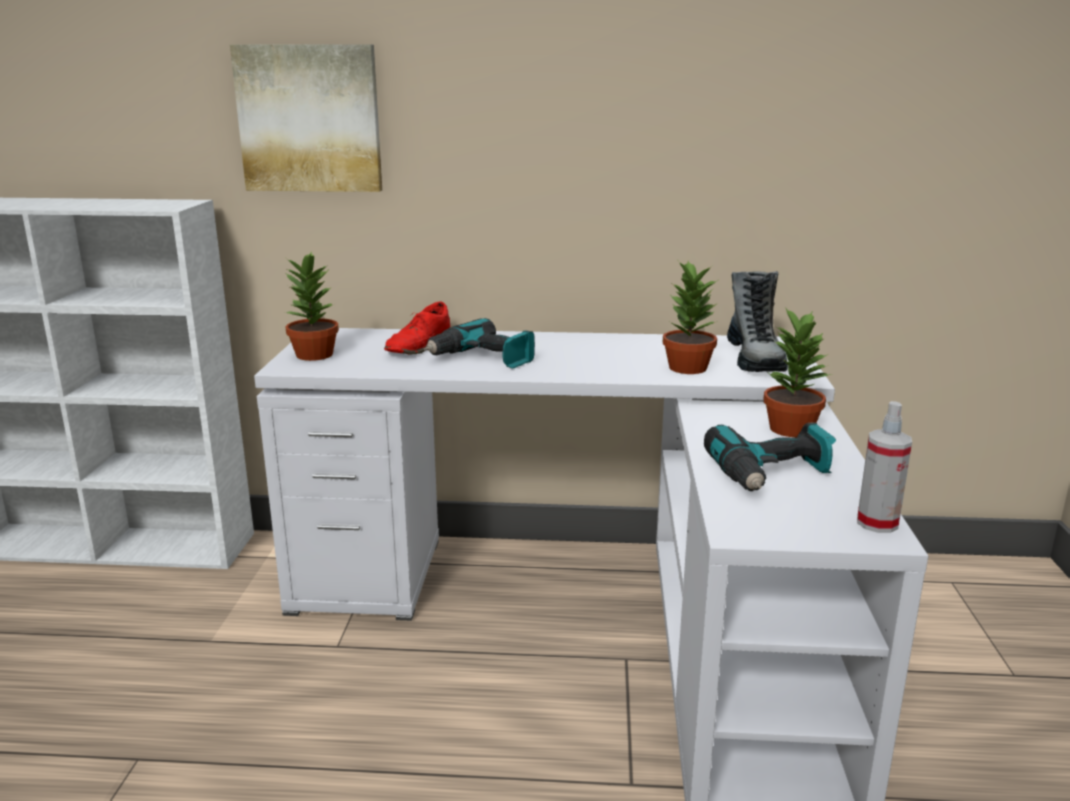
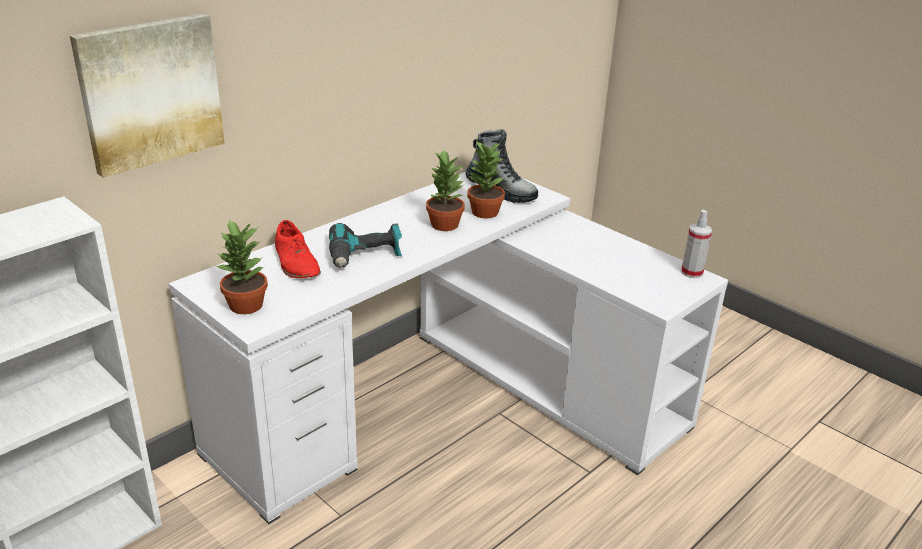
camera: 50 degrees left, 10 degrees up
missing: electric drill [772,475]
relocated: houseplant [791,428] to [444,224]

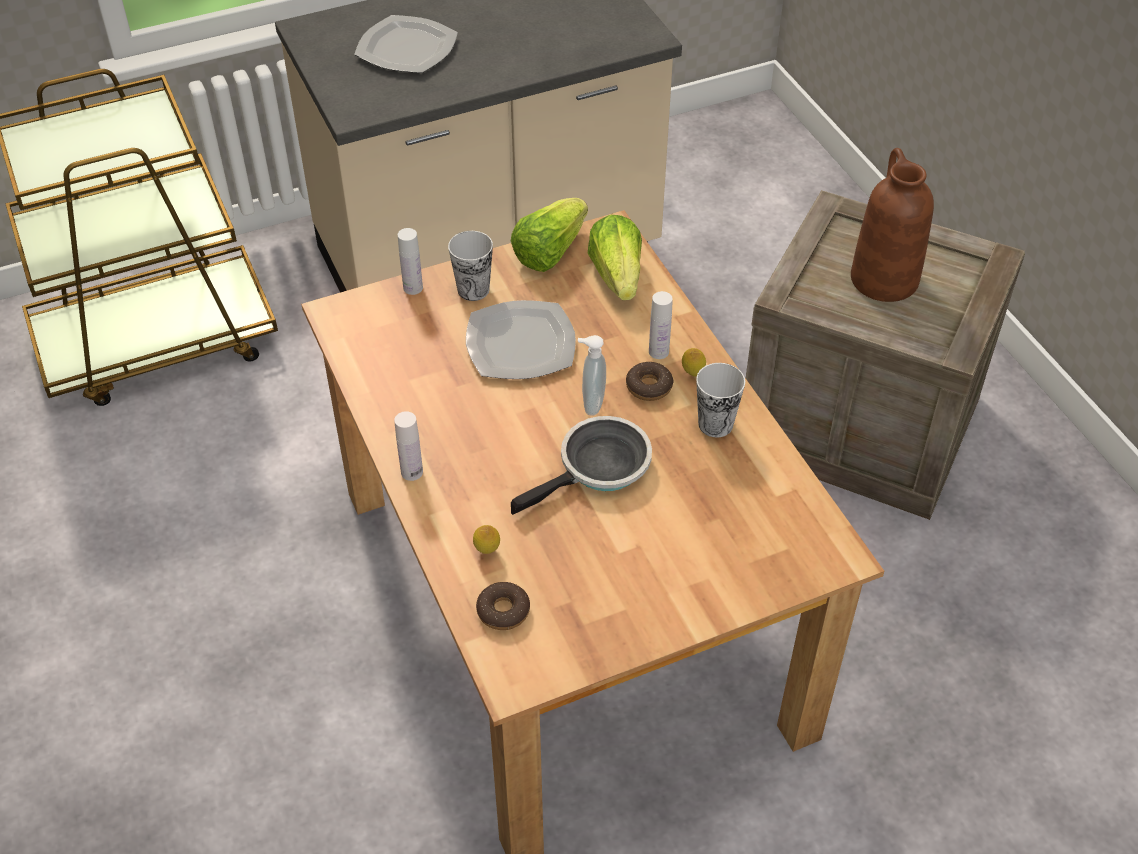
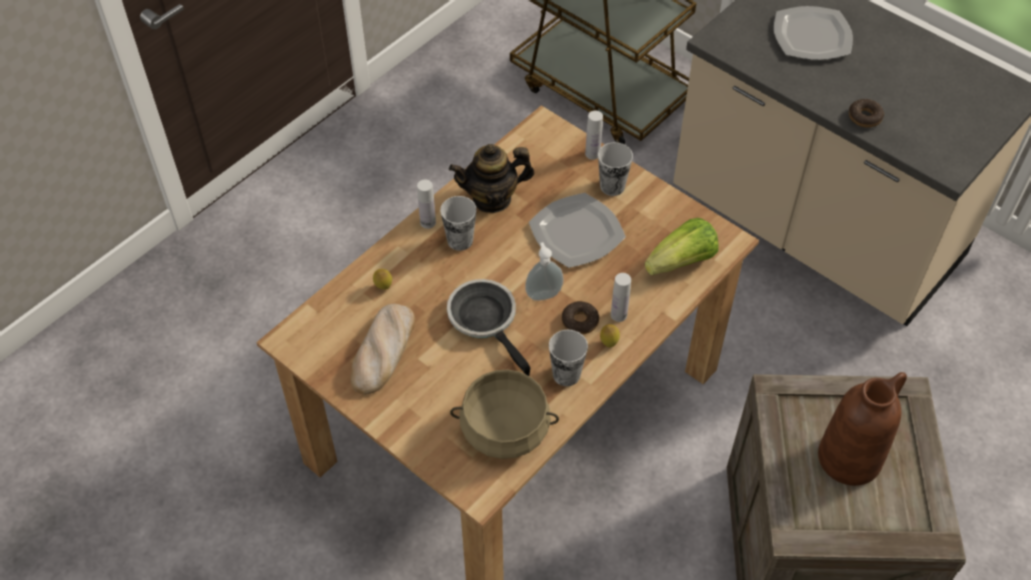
camera: 65 degrees right, 5 degrees up
missing: lettuce head [549,251]
appeared: baked bread [383,351]; cup [460,240]; tea pot [492,198]; sand-coloured cooking pot [504,429]
relocated: doughnut [503,611] to [864,117]
spun: skillet [599,468] = [486,320] 150 degrees counterclockwise

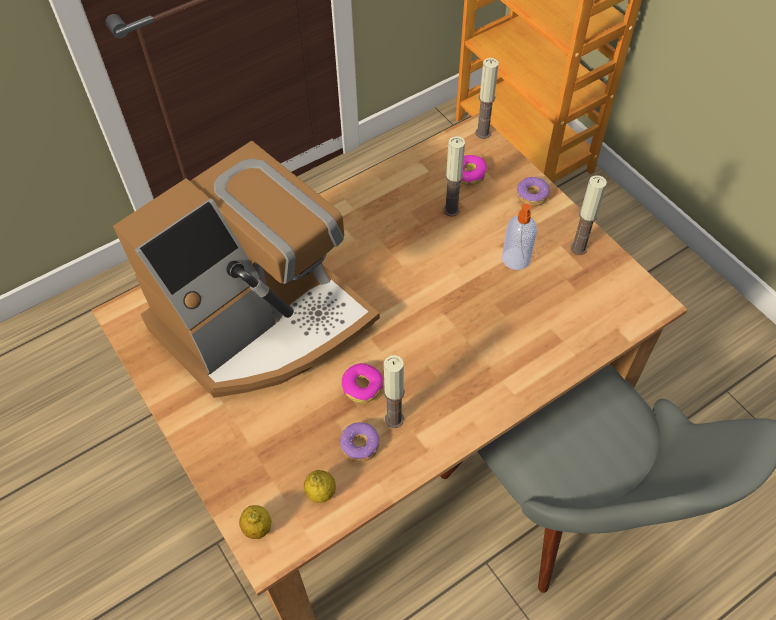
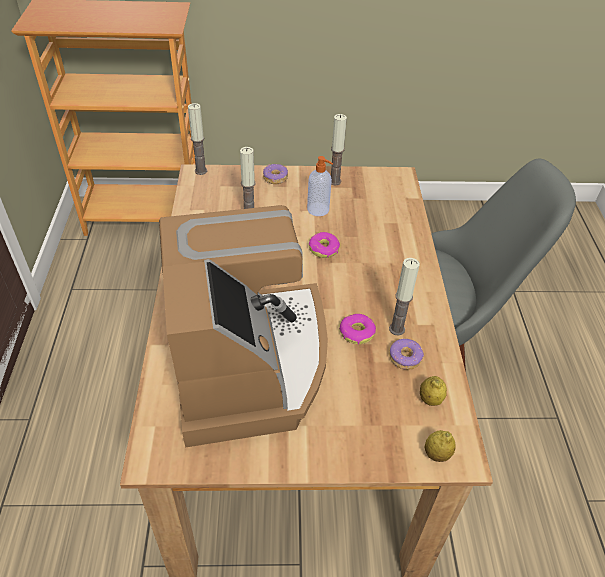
camera: 60 degrees left, 10 degrees down
relocated: doughnut [469,174] to [324,249]

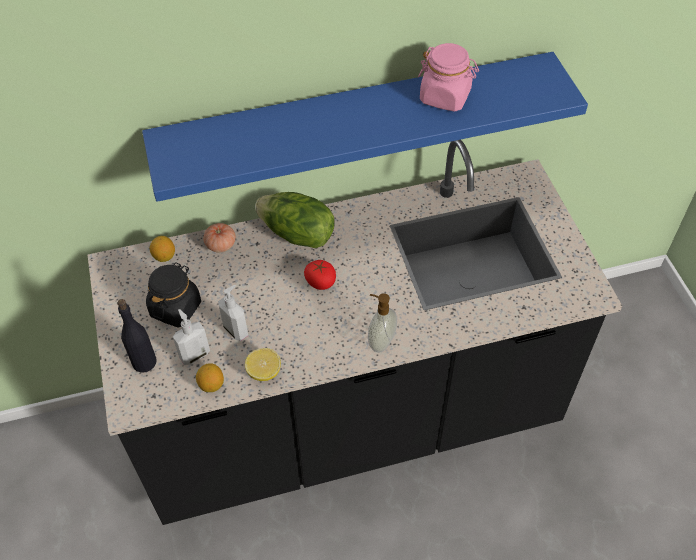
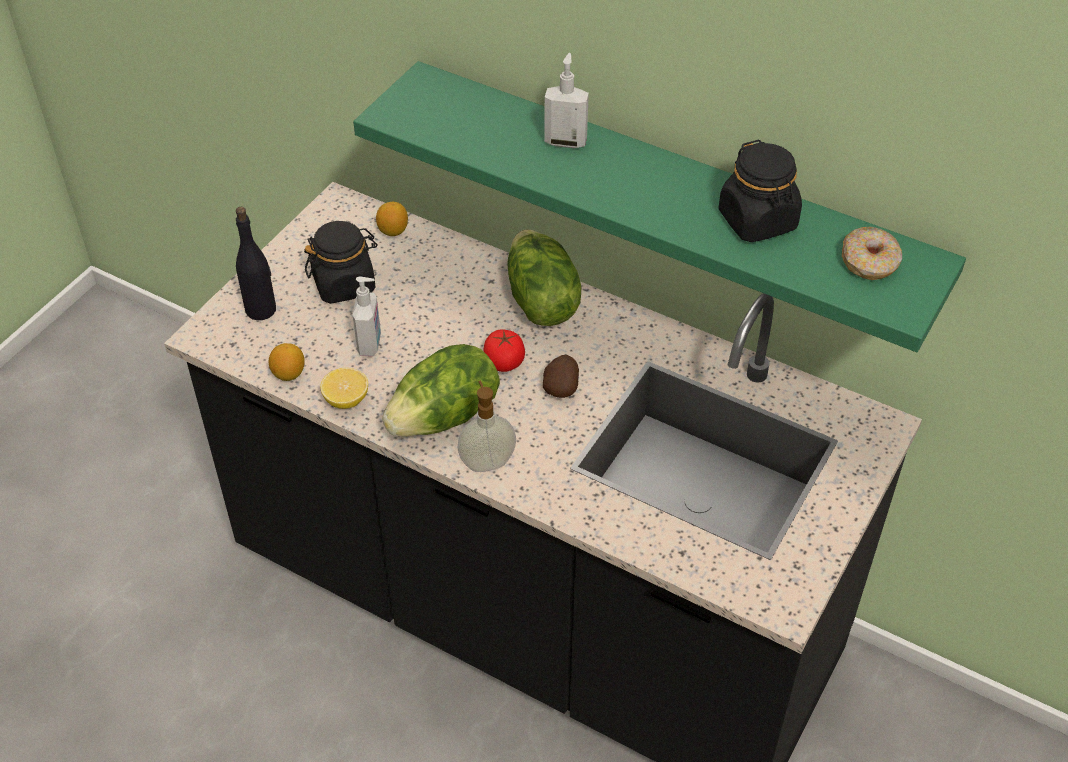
camera: 45 degrees right, 5 degrees down
missing: whole tomato [221,245]
appeared: lettuce head [445,417]; whole potato [561,387]; doughnut [869,262]
relocated: soap dispenser [194,354] to [565,141]
colour: bluish wall shelf [355,119] to greenish wall shelf [668,196]; pink storage jar [445,97] to black storage jar [758,221]

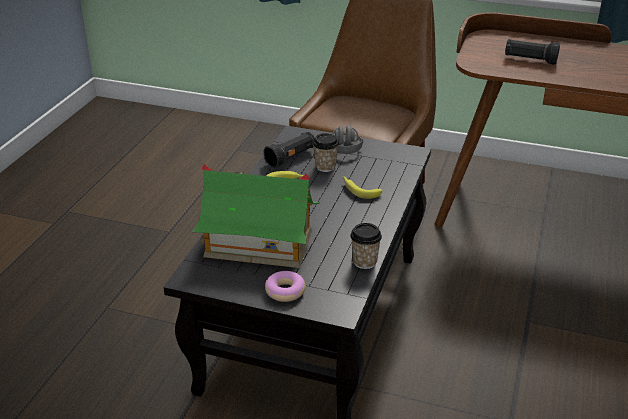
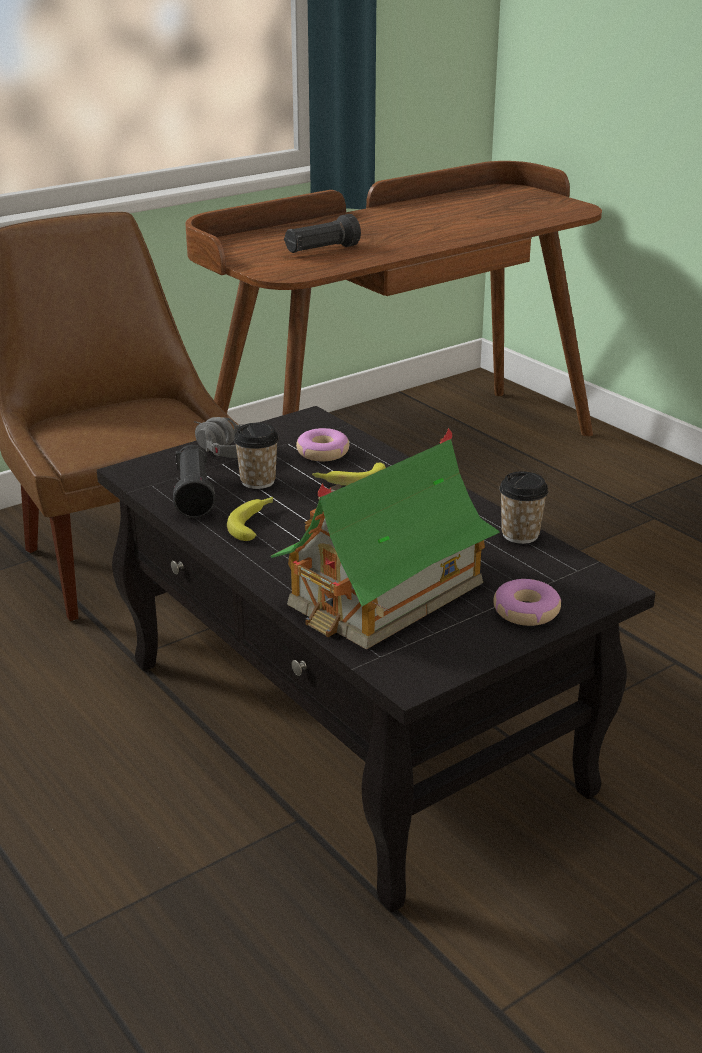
camera: 55 degrees left, 5 degrees down
appeared: doughnut [323,452]

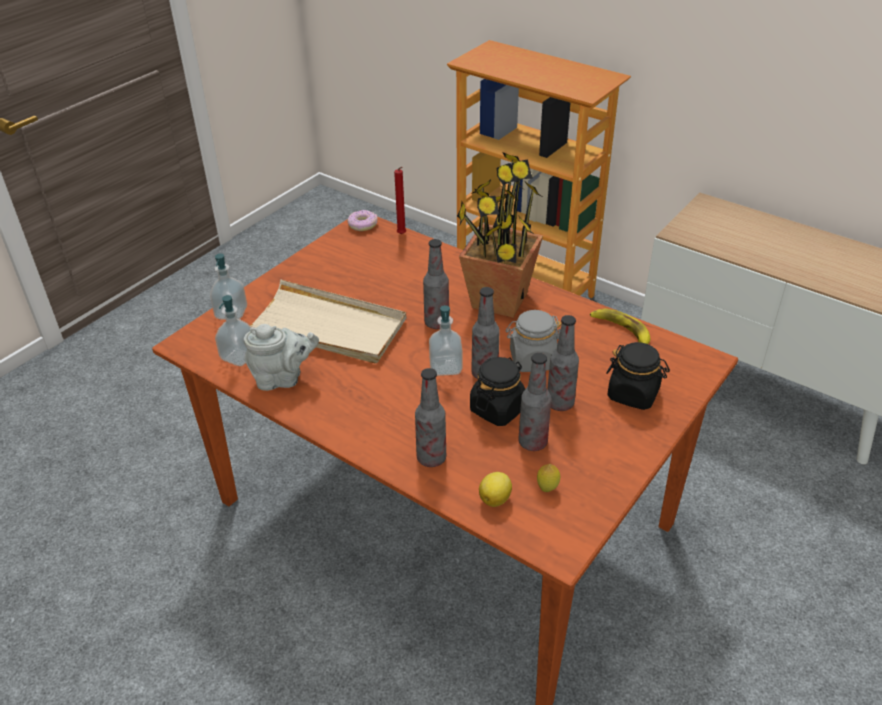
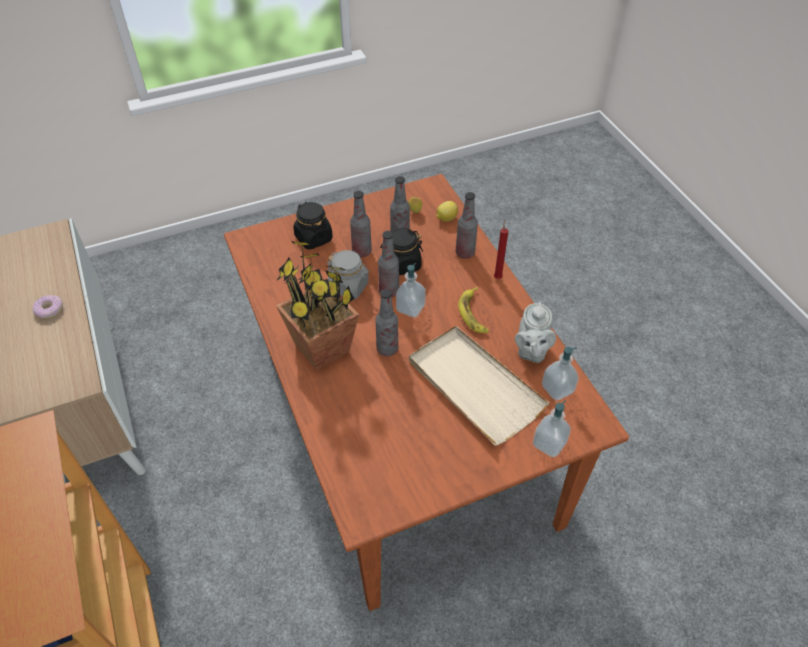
camera: 150 degrees left, 10 degrees up
relocated: doughnut [362,225] to [49,310]; whole banana [621,330] to [474,314]; red candle [402,235] to [497,277]
spun: gray tea pot [283,379] = [531,351] 105 degrees counterclockwise

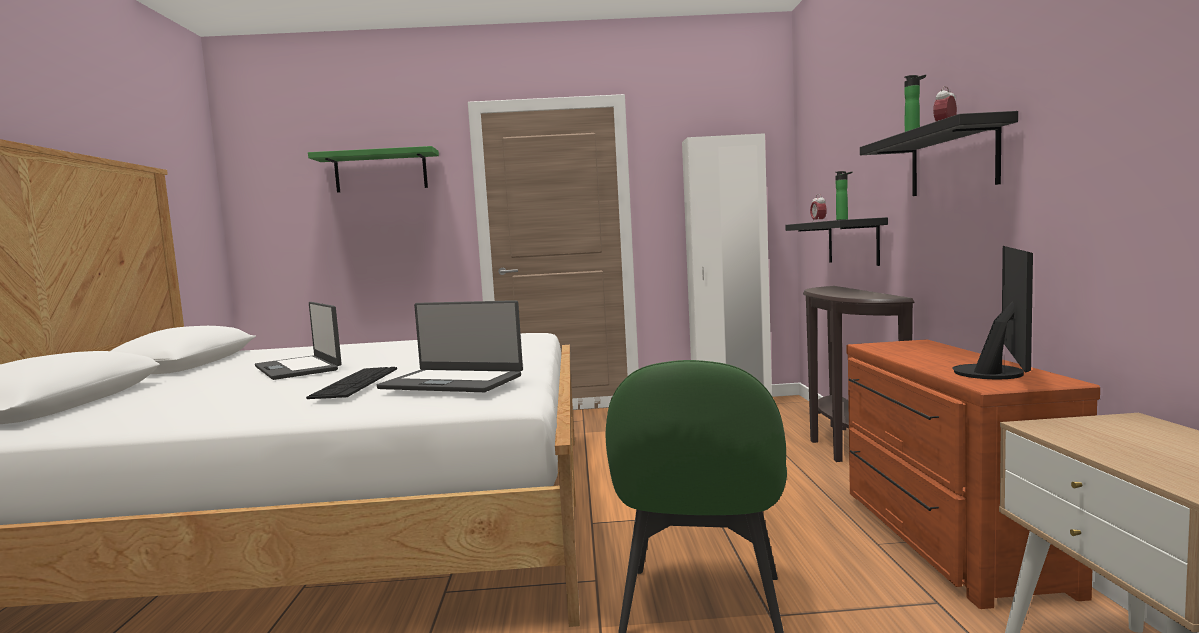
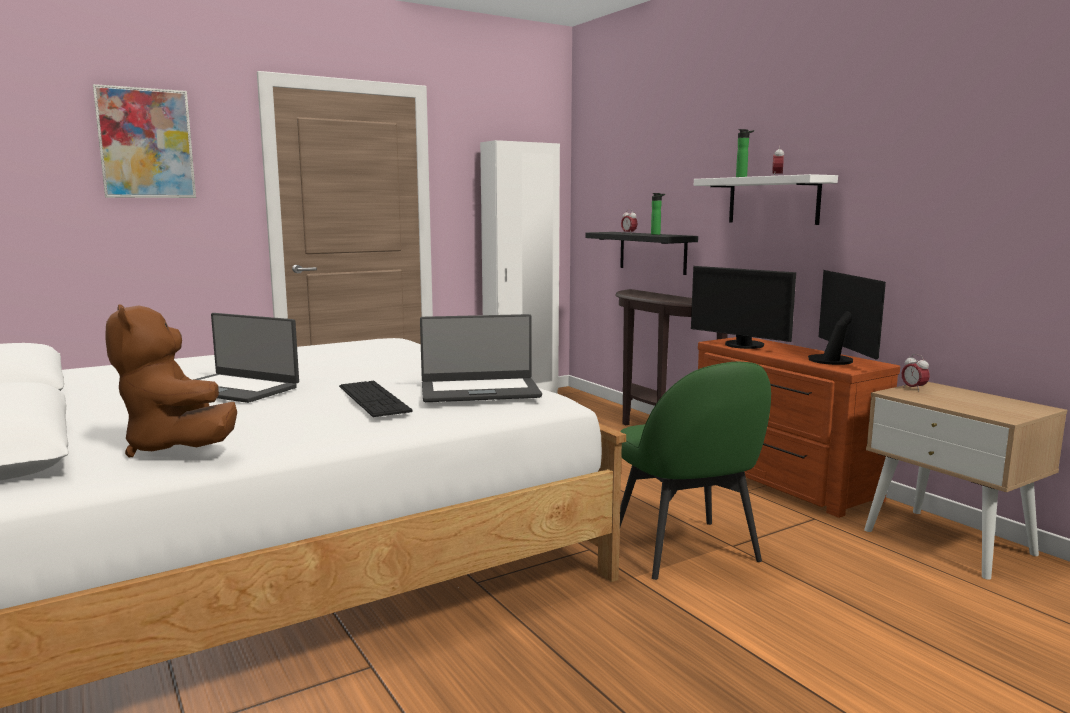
camera: 30 degrees left, 5 degrees up
appeared: brown-coloured plush toy [177,448]; computer screen [742,345]; table clock [913,389]
exchanged: greenish wall shelf [381,171] to wall art [146,143]
colour: black wall shelf [952,160] to white wall shelf [773,200]

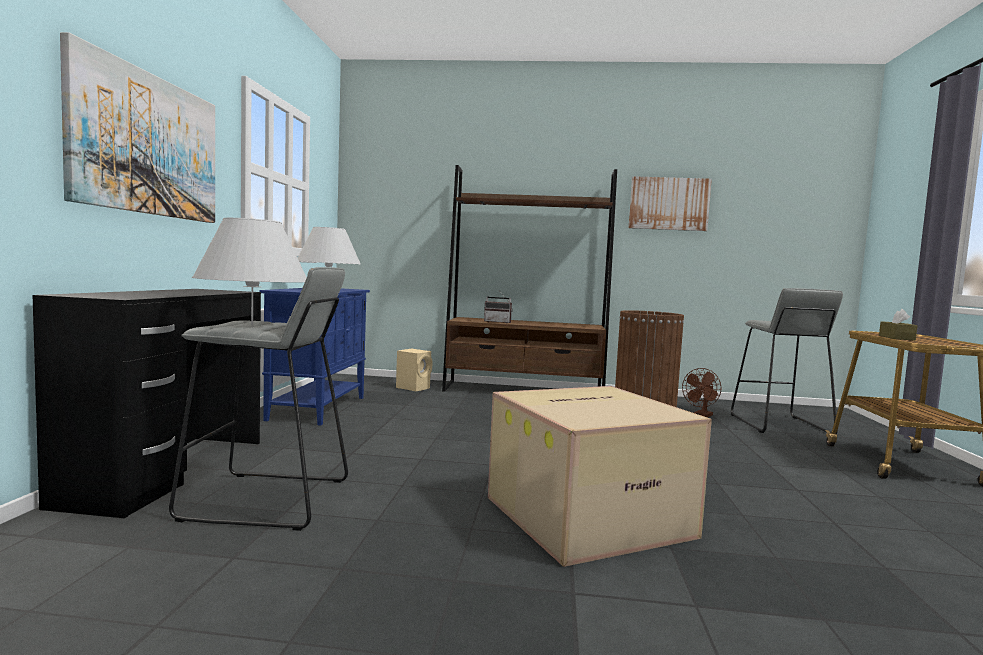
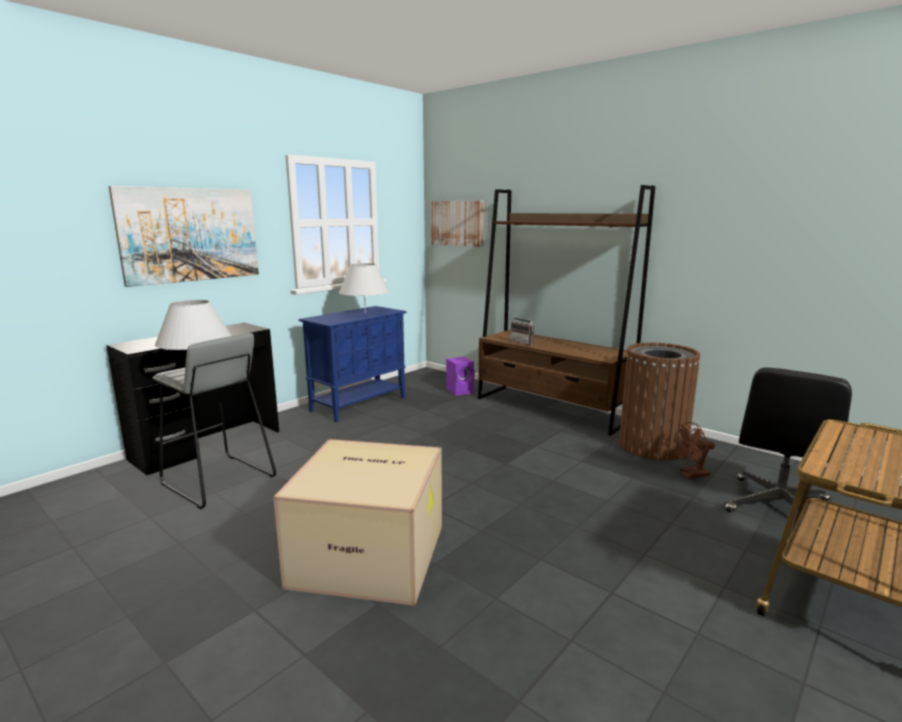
camera: 35 degrees right, 10 degrees up
missing: brown-coloured box of tissues [896,338]
relocated: wall art [669,204] to [457,223]
exchanged: gray stool seat [779,425] to black computer chair [778,507]
colour: sand-coloured audio speaker [414,388] to purple-coloured audio speaker [460,391]

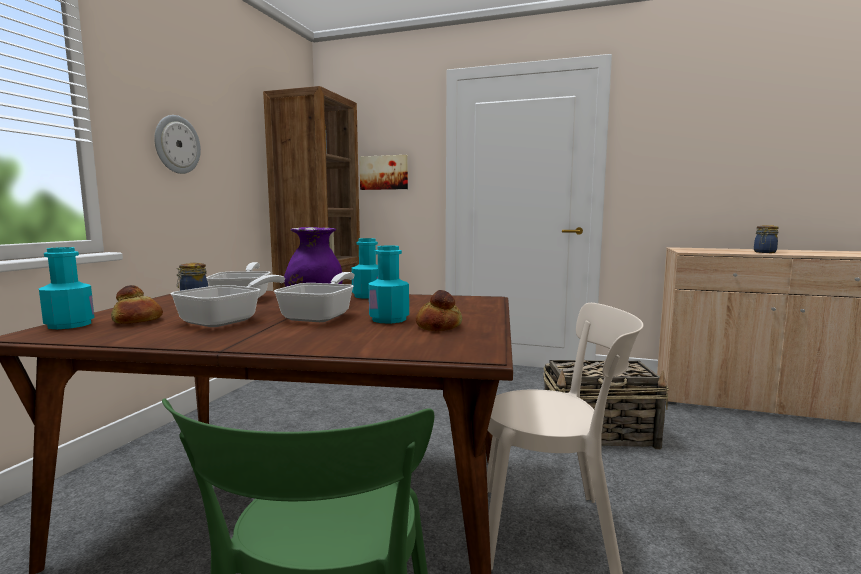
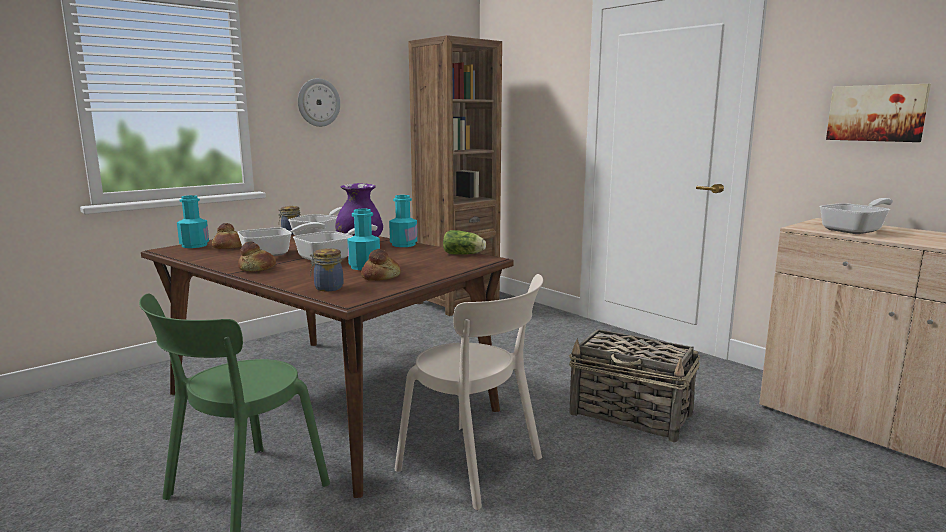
camera: 30 degrees right, 5 degrees up
appeared: baked bread [257,269]; lettuce head [464,254]; skillet [856,230]
relocated: storage jar [764,252] to [327,288]; wall art [384,172] to [876,113]

